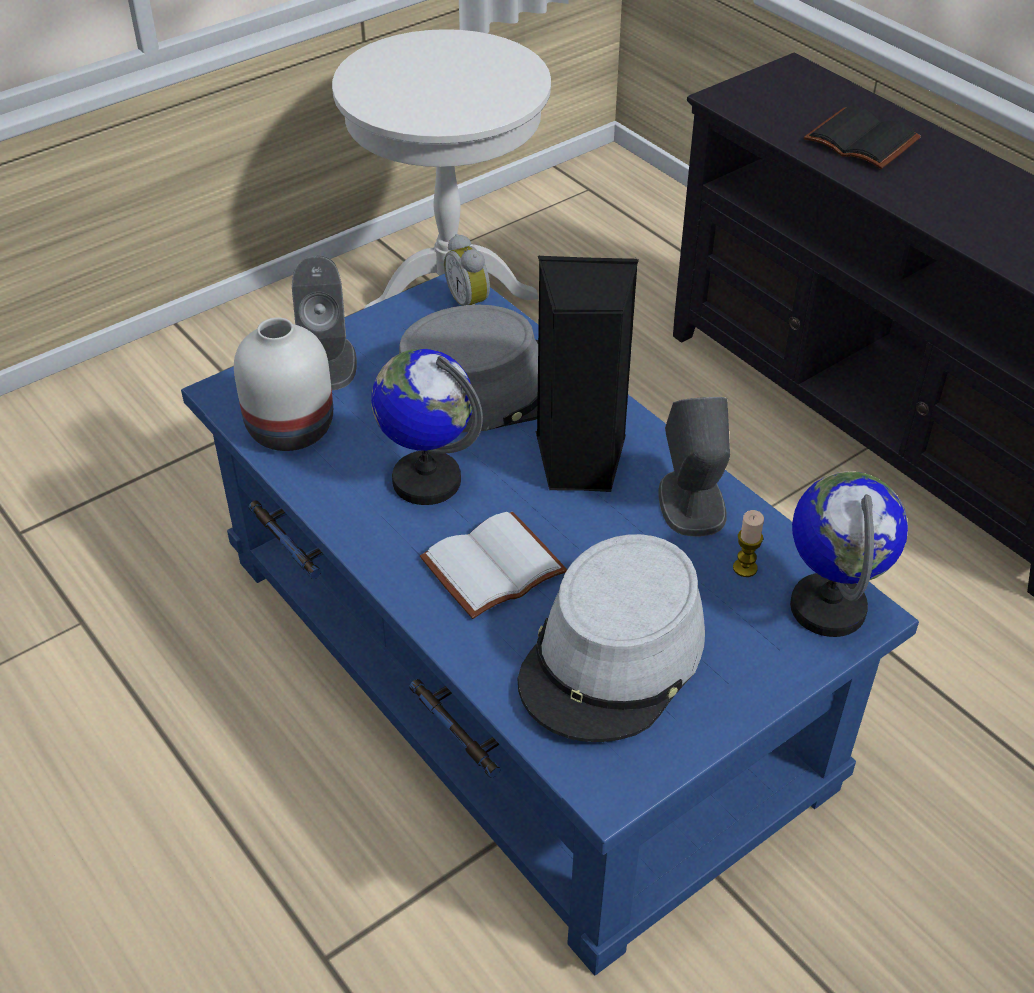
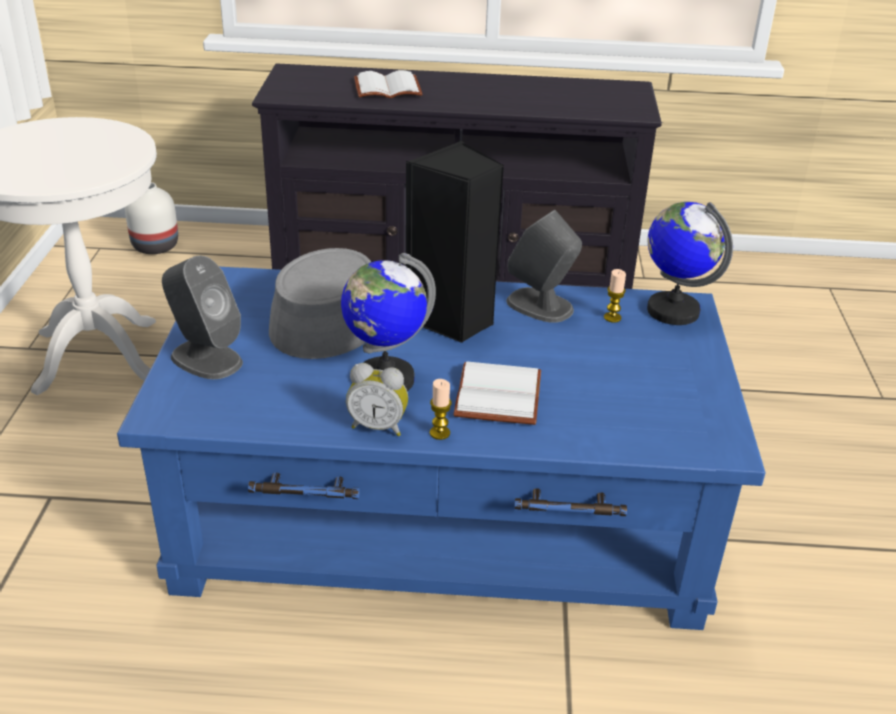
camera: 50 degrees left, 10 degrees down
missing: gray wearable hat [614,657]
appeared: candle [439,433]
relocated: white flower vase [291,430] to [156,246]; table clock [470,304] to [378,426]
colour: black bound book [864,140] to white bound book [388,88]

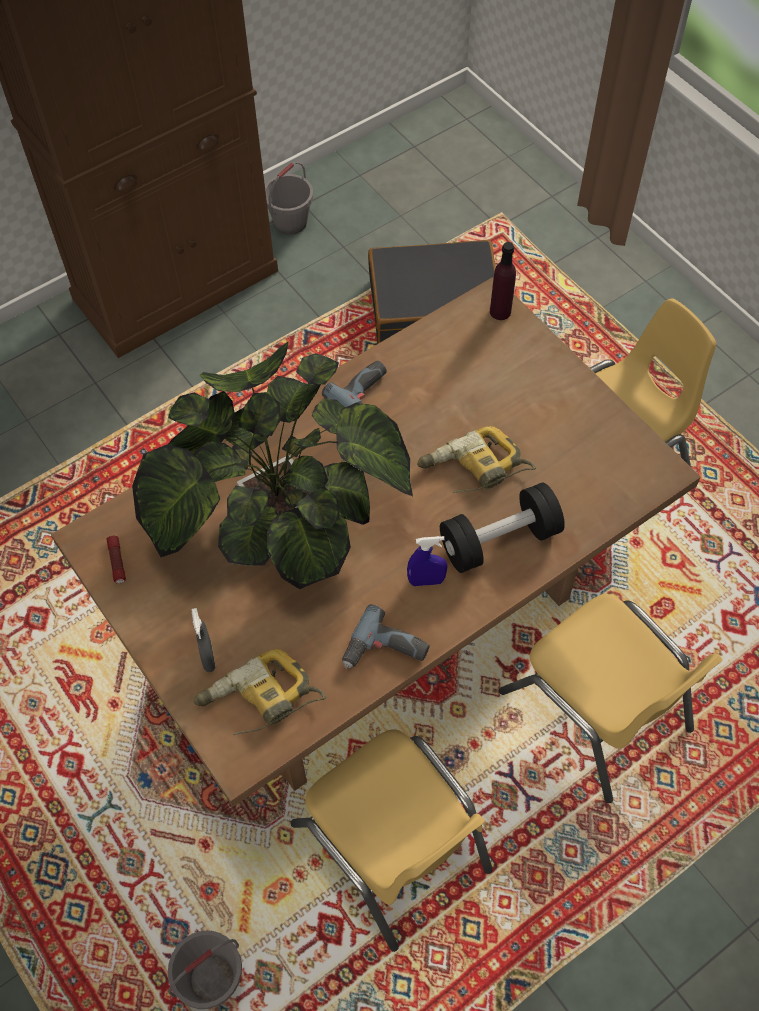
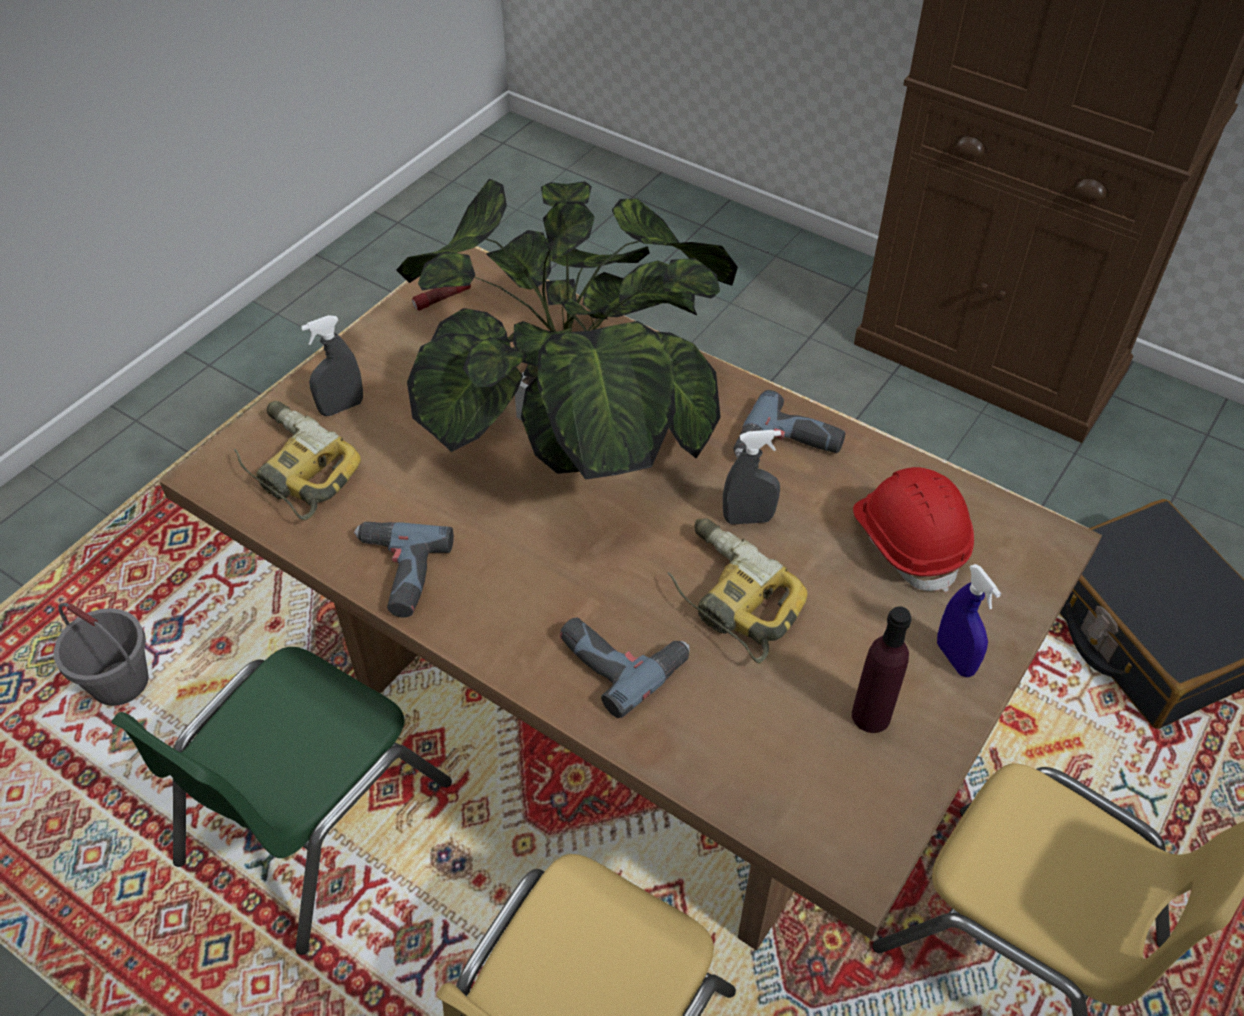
camera: 70 degrees right, 10 degrees down
missing: gray water bucket [291,222]
appeared: gray sprayer [748,519]; red safety helmet [909,541]
relocated: purple-coloured bottle [500,312] to [871,716]; bluish sprayer [426,581] to [955,658]
exchanged: black dumbbell [499,540] to electric drill [621,658]
colour: yellow plain chair [392,846] to greenish plain chair [311,821]

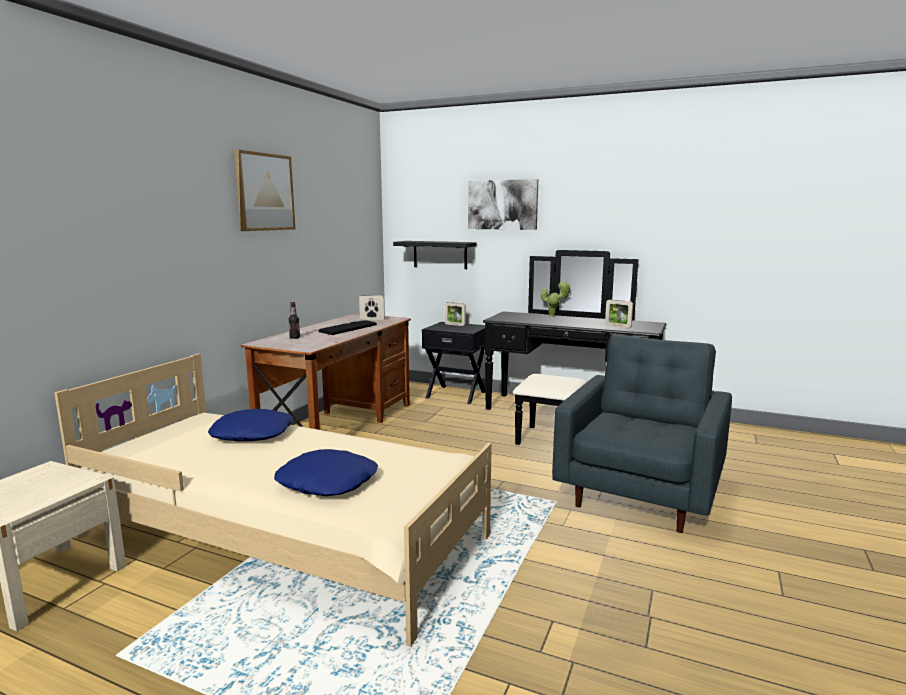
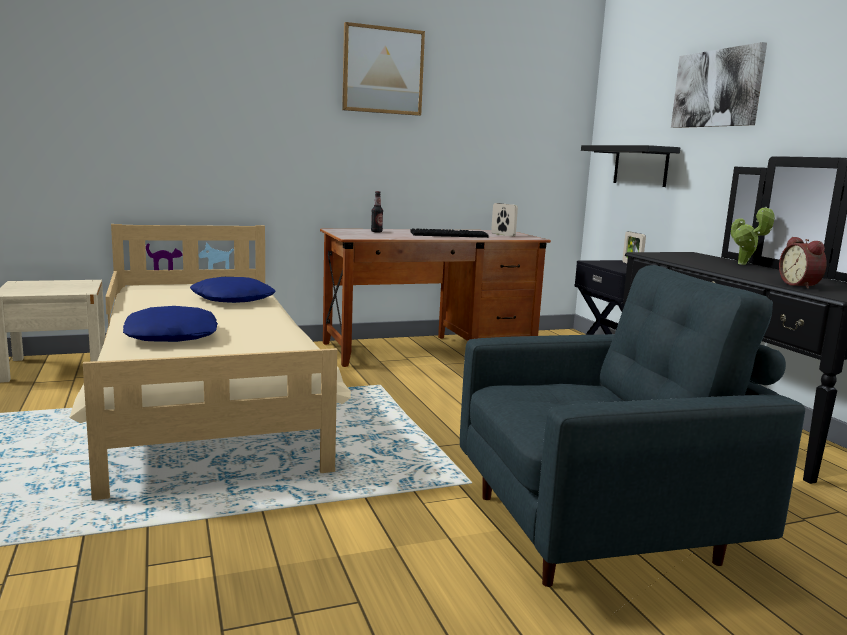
camera: 45 degrees right, 0 degrees up
exchanged: photo frame [618,326] to table clock [801,285]

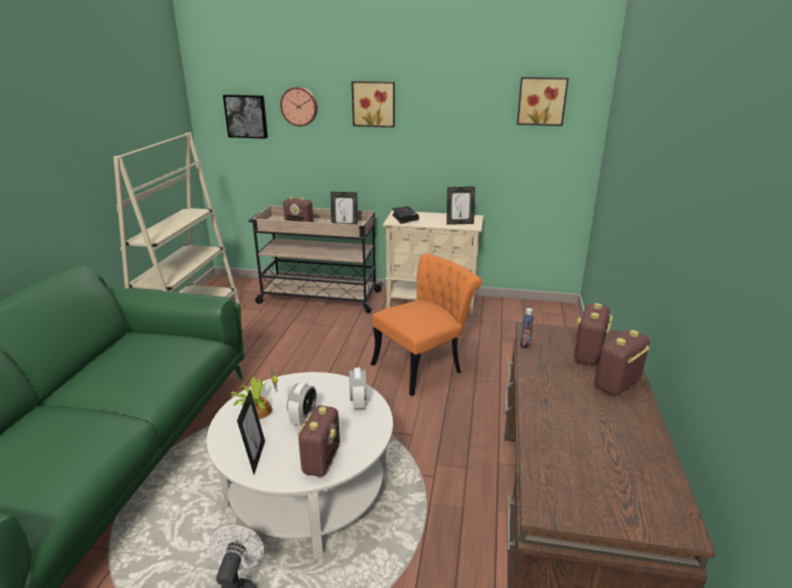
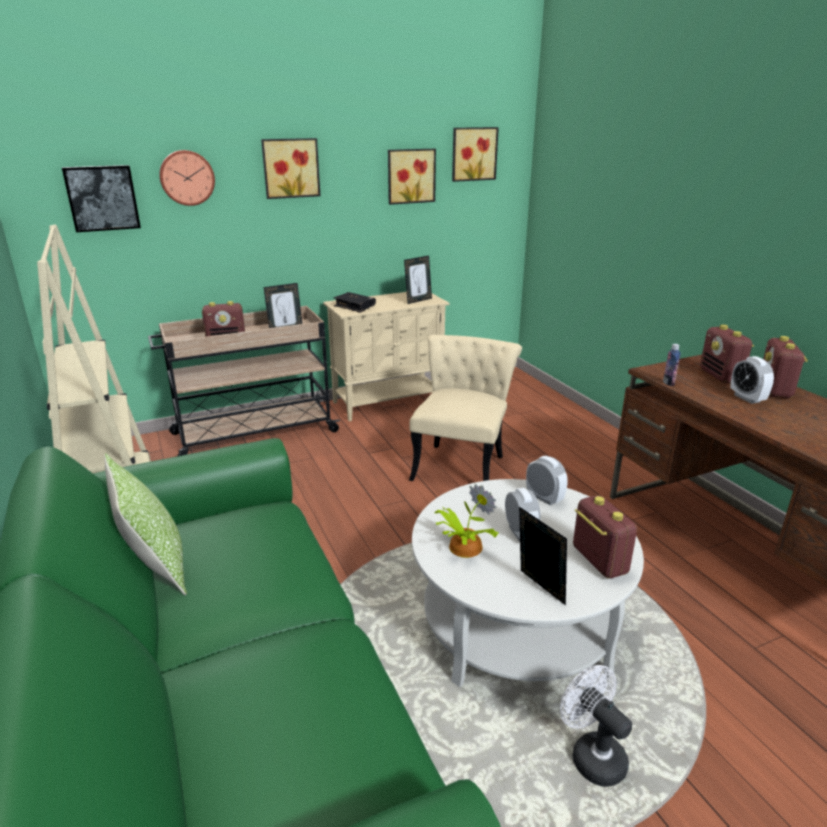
camera: 35 degrees left, 0 degrees up
appeared: cushion [156,566]; wall art [410,176]; table clock [747,398]
colour: orangey plain chair [424,365] to sand-coloured plain chair [461,463]

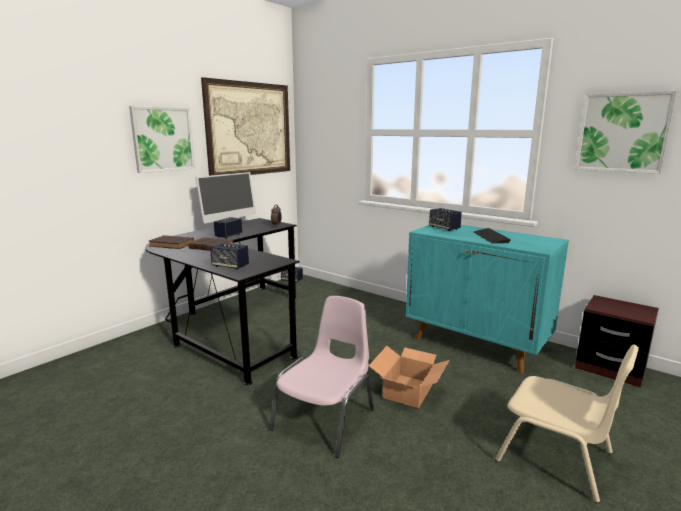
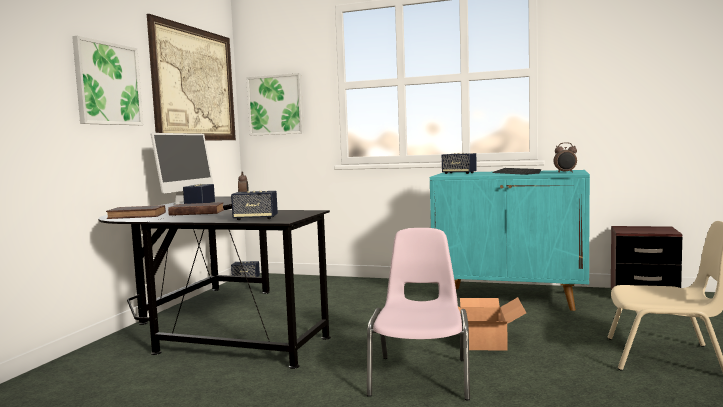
camera: 20 degrees left, 10 degrees down
appeared: table clock [565,172]
relocated: wall art [622,132] to [275,105]

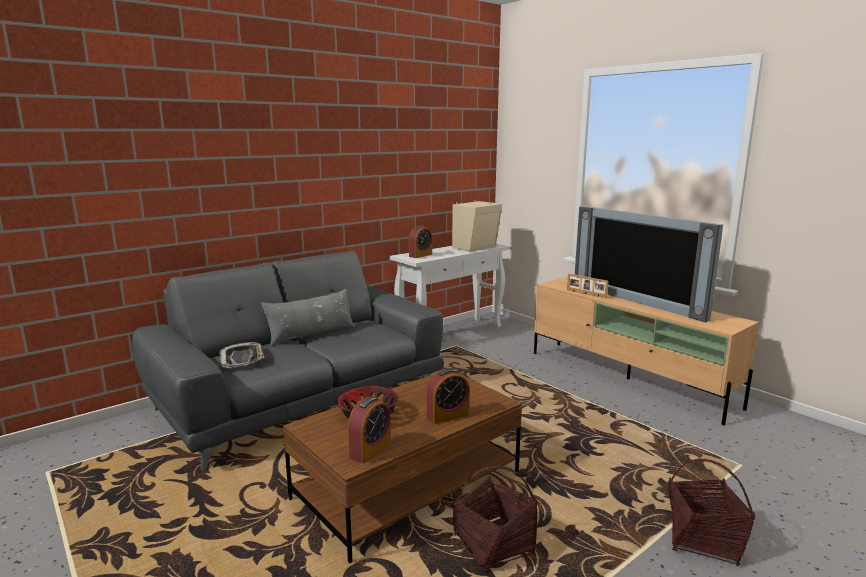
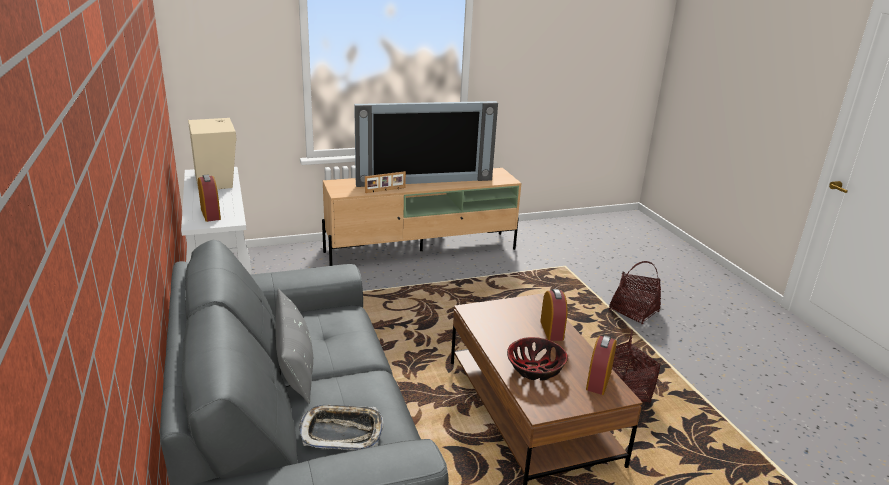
camera: 70 degrees left, 10 degrees up
spun: table clock [370,450] = [598,381] 120 degrees counterclockwise

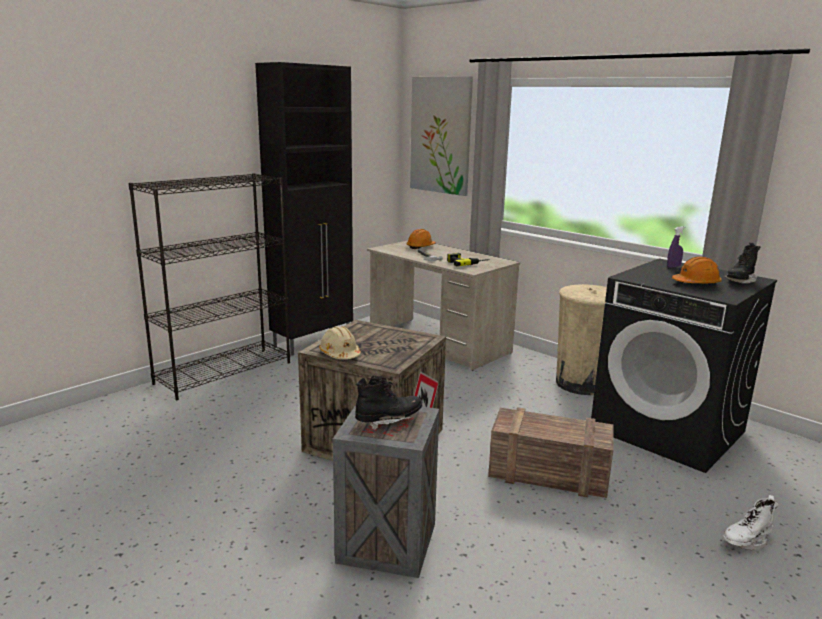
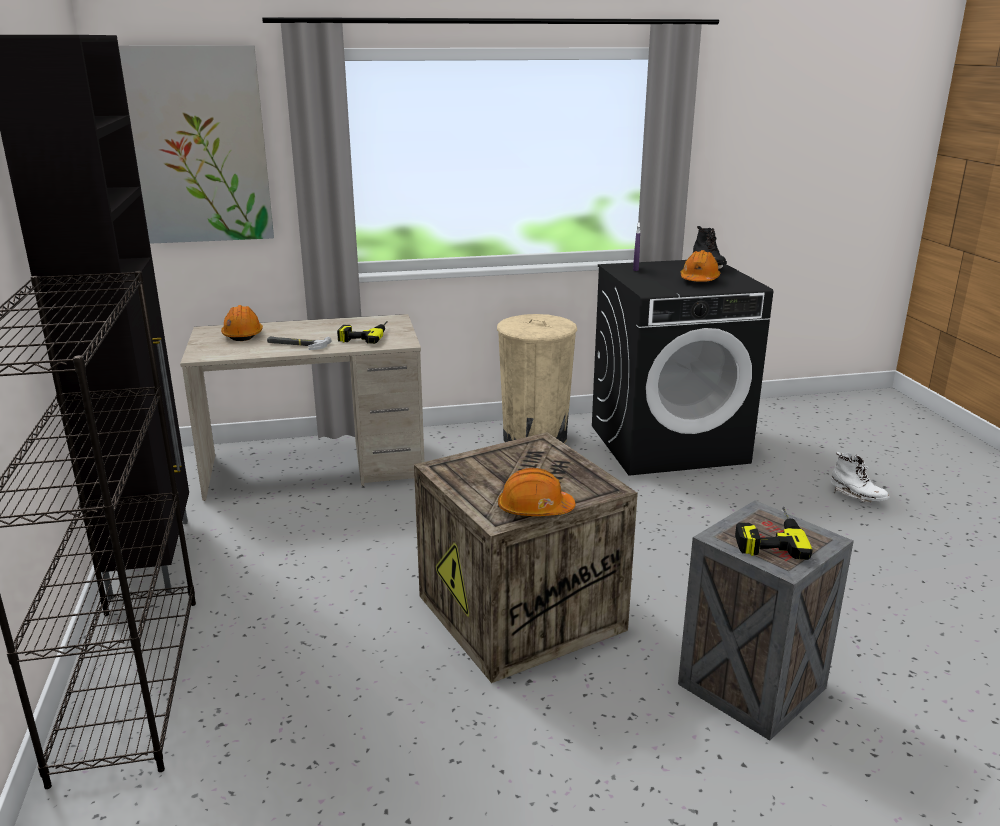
camera: 55 degrees left, 5 degrees up
missing: shipping crate [550,474]
exchanged: black tall boot [388,420] to electric drill [768,536]
colour: sand-coloured safety helmet [340,354] to orangey safety helmet [534,509]
spun: white tall boot [745,541] = [857,497] 45 degrees counterclockwise

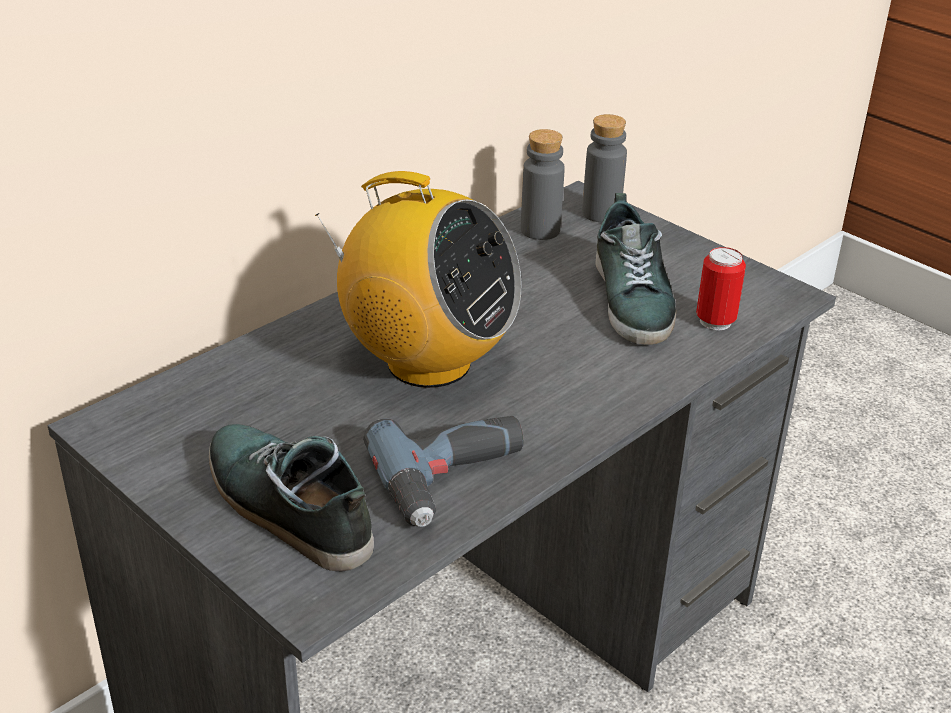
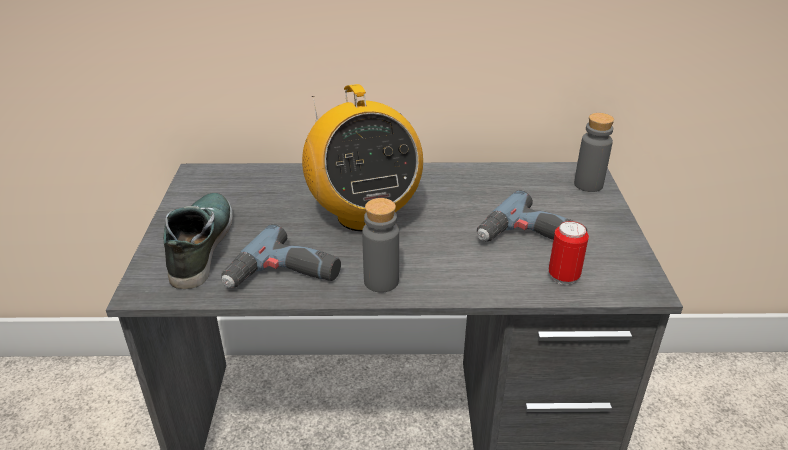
camera: 45 degrees right, 0 degrees up
relocated: gray bottle [540,230] to [381,281]
exchanged: low shoe [633,299] to electric drill [530,239]

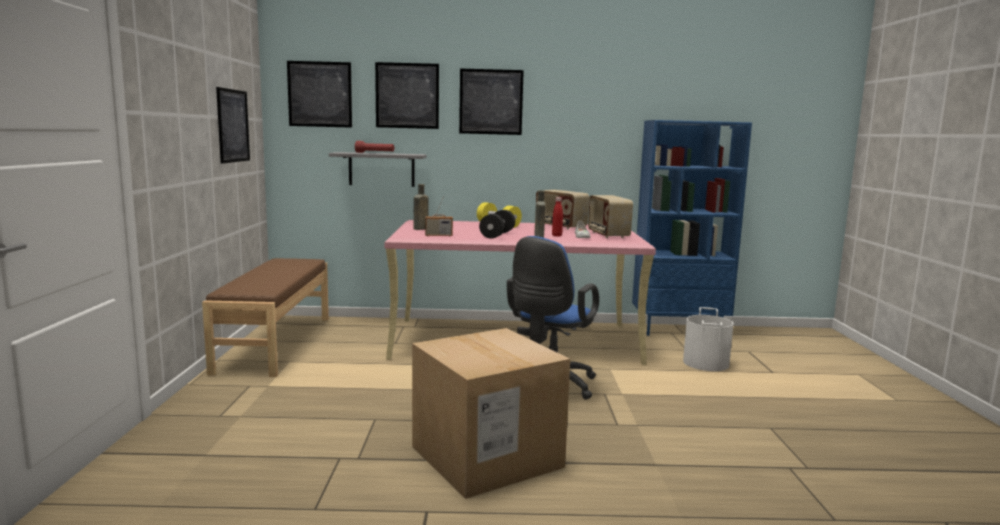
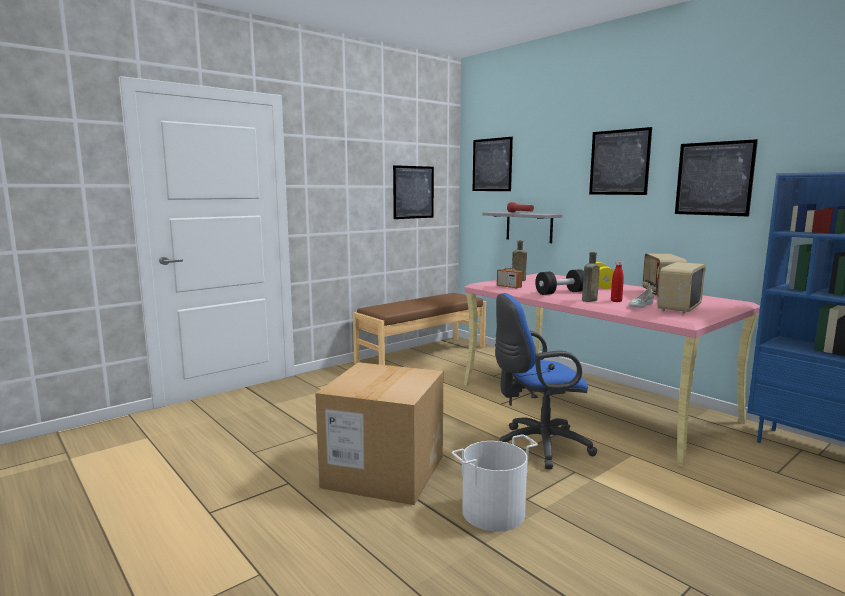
camera: 50 degrees right, 0 degrees up
relocated: white water bucket [706,363] to [494,513]; wall art [407,95] to [714,178]

